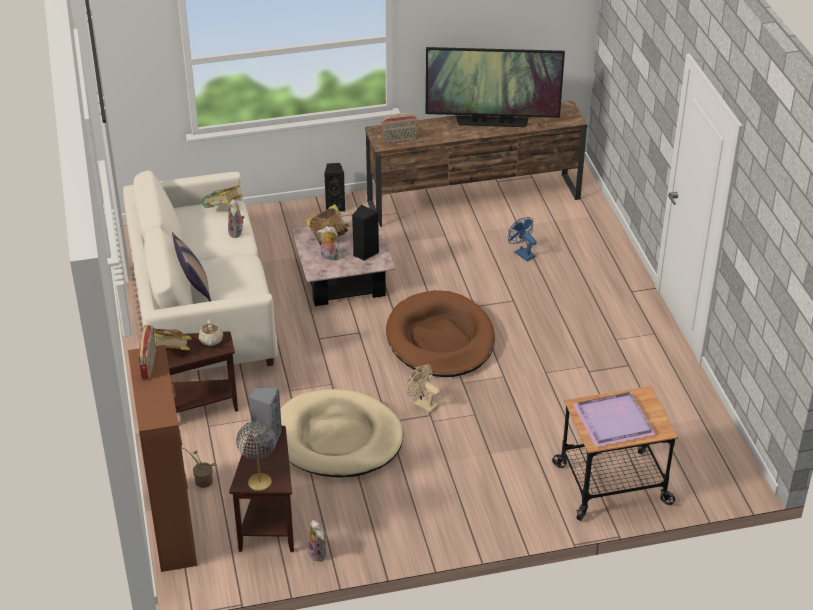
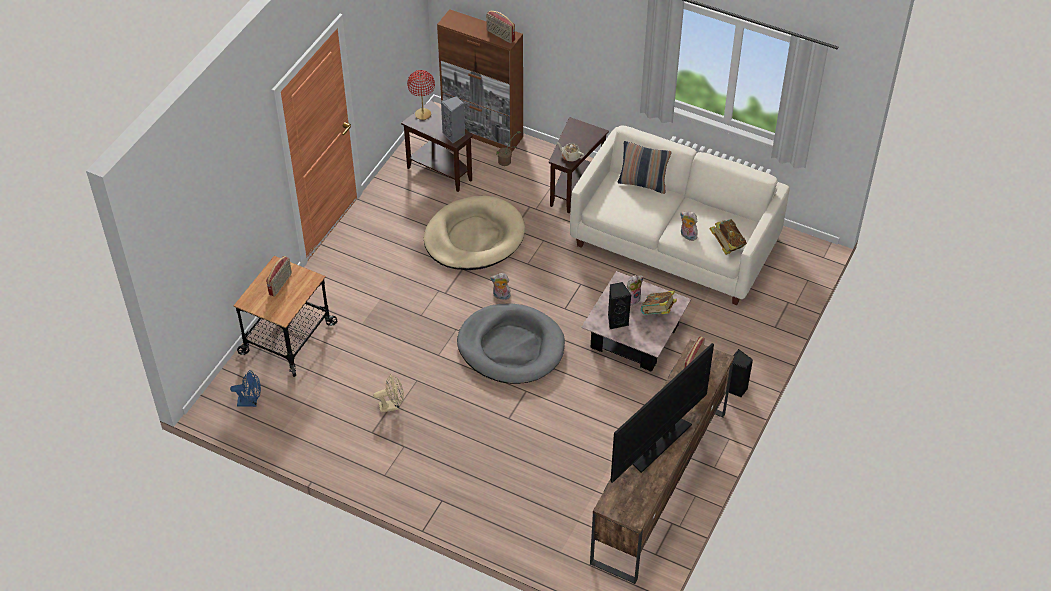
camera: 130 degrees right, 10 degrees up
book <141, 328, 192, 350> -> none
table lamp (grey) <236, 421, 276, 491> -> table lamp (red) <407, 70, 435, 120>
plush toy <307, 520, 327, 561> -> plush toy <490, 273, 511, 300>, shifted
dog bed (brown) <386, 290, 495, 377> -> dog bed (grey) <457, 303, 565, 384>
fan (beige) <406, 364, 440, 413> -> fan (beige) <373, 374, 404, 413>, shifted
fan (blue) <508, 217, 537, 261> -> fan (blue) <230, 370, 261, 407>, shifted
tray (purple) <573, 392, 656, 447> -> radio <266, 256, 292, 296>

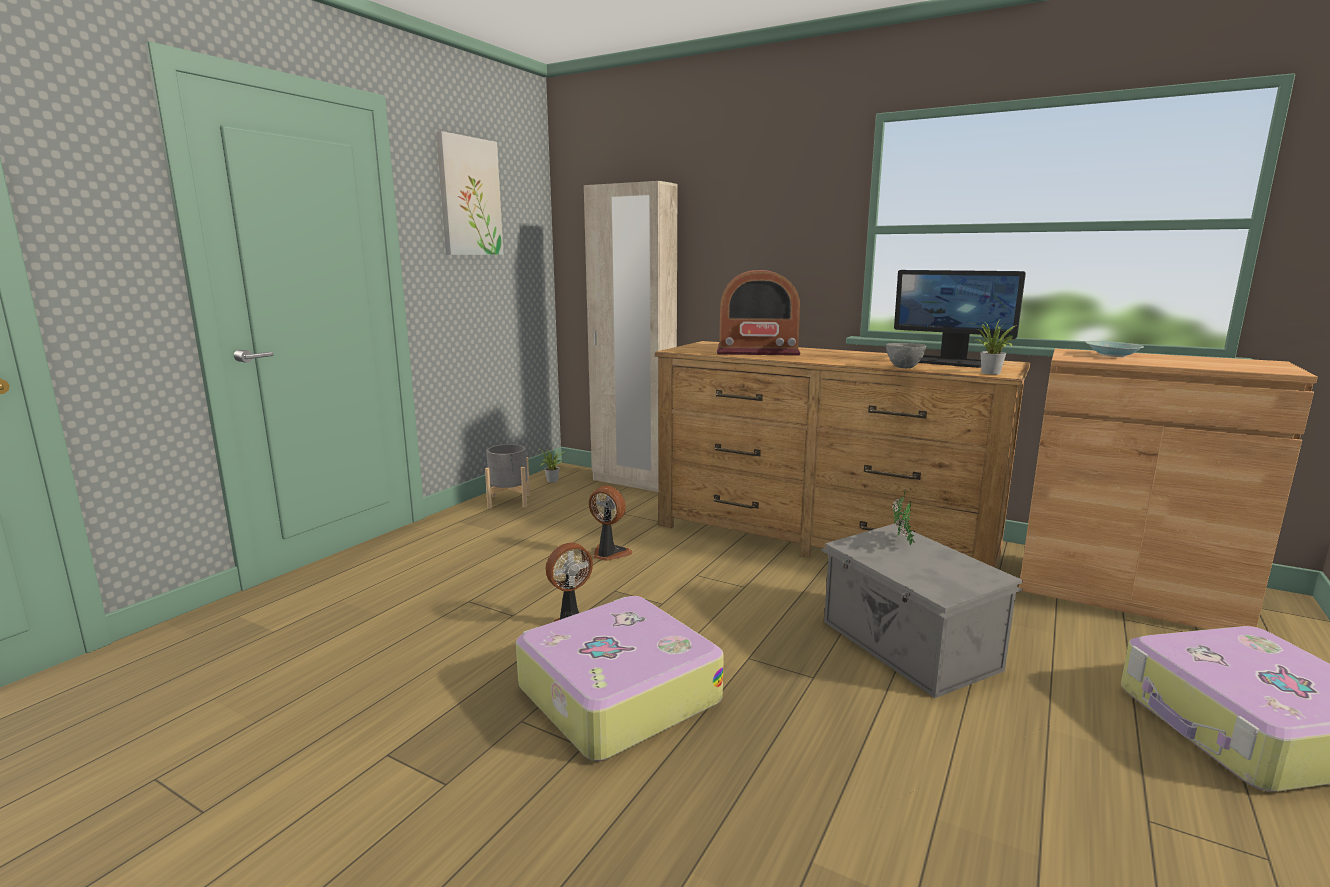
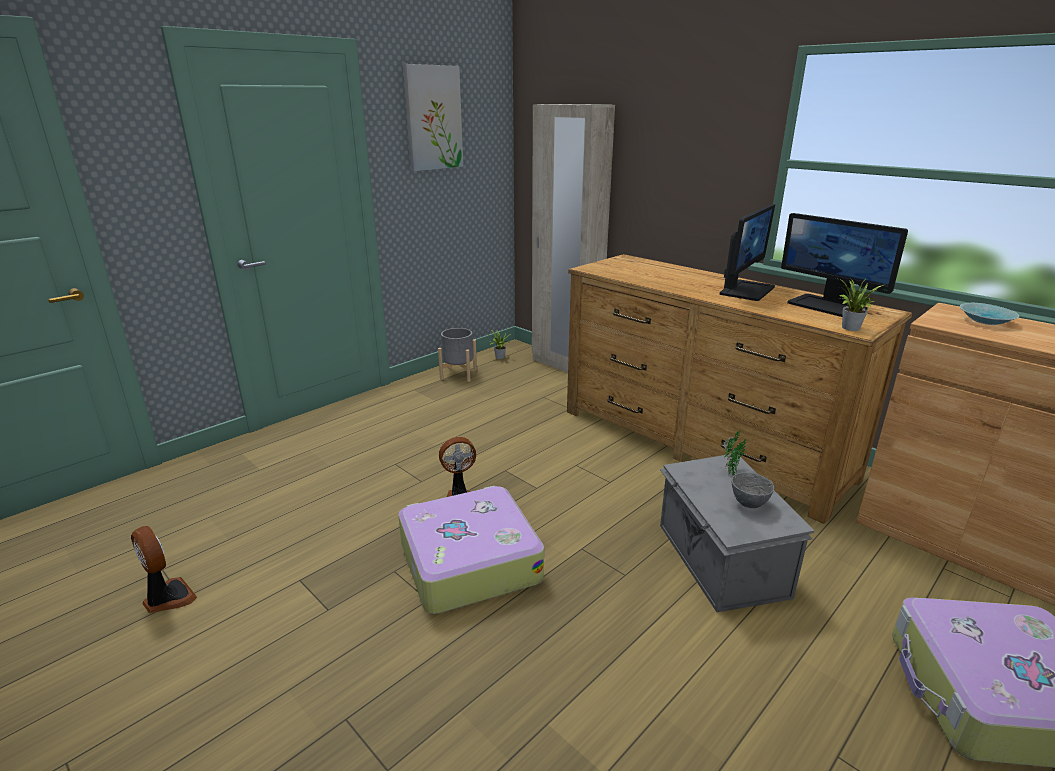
camera: 15 degrees right, 10 degrees up
fan <589, 485, 633, 561> -> fan <131, 526, 197, 613>, shifted
radio <717, 270, 800, 356> -> none
bowl (grey) <886, 343, 926, 368> -> bowl (grey) <732, 472, 774, 508>, shifted
none -> monitor <720, 204, 775, 301>

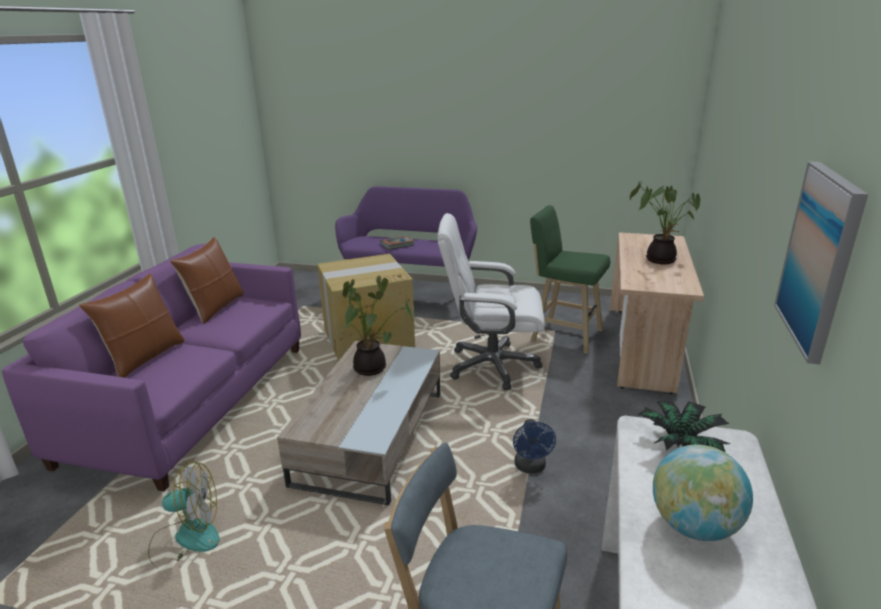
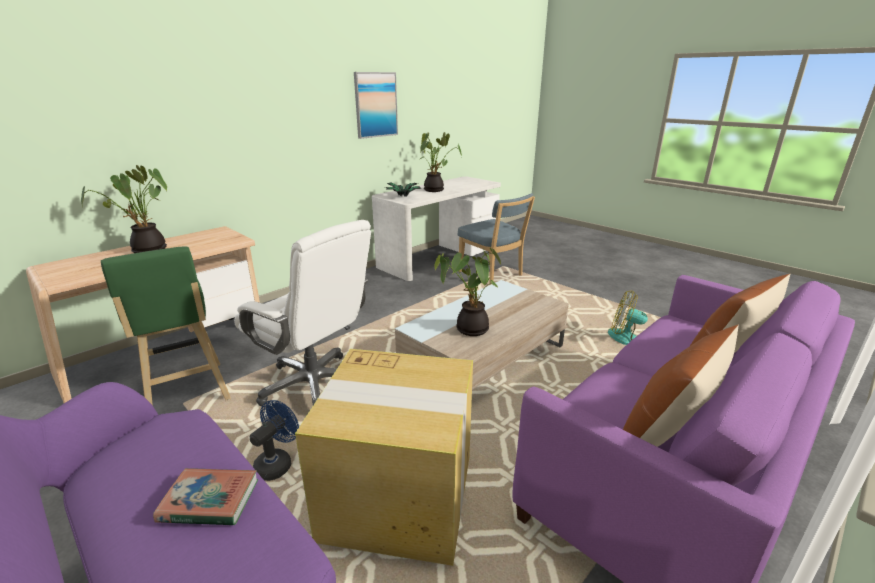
camera: 150 degrees left, 0 degrees up
fan (blue) <513, 419, 556, 473> -> fan (blue) <250, 400, 299, 481>, shifted
globe <653, 445, 753, 541> -> potted plant <419, 132, 462, 192>

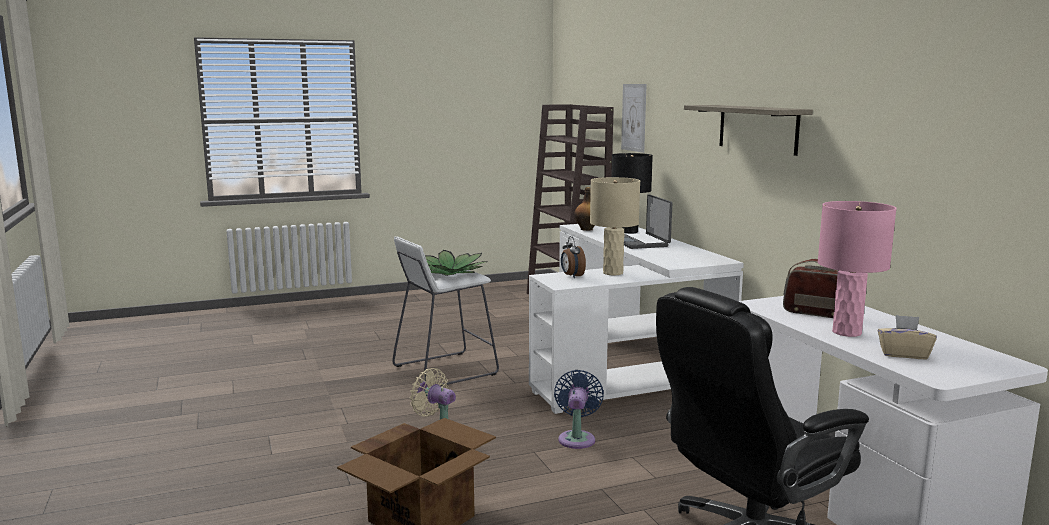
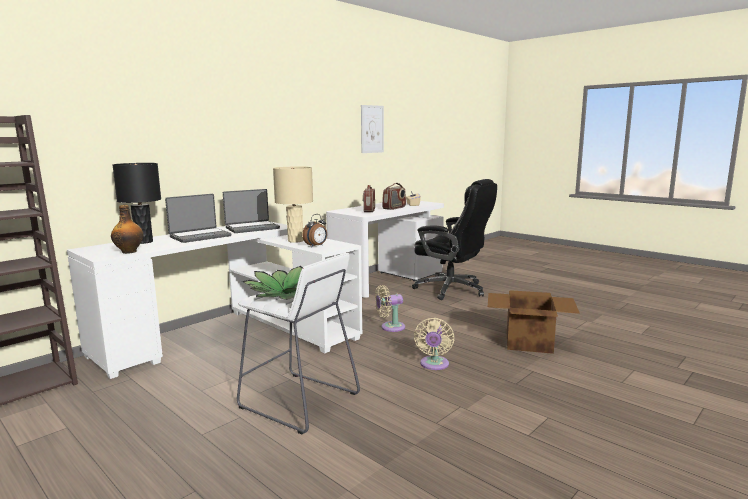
camera: 115 degrees left, 0 degrees up
fan (blue) <554, 370, 604, 449> -> fan (beige) <375, 285, 405, 332>
picture <621, 84, 647, 153> -> picture <361, 105, 384, 153>, shifted
shelf <684, 105, 813, 156> -> none
table lamp (pink) <818, 201, 897, 337> -> radio <382, 183, 406, 210>
none -> laptop <223, 189, 280, 233>

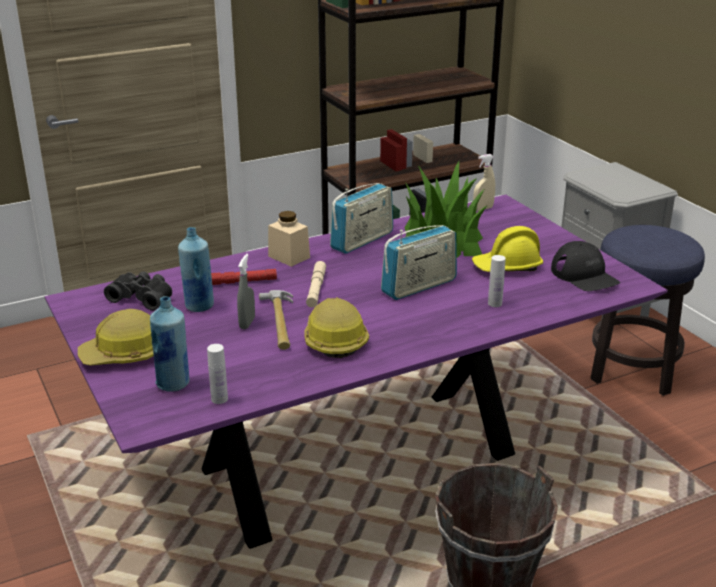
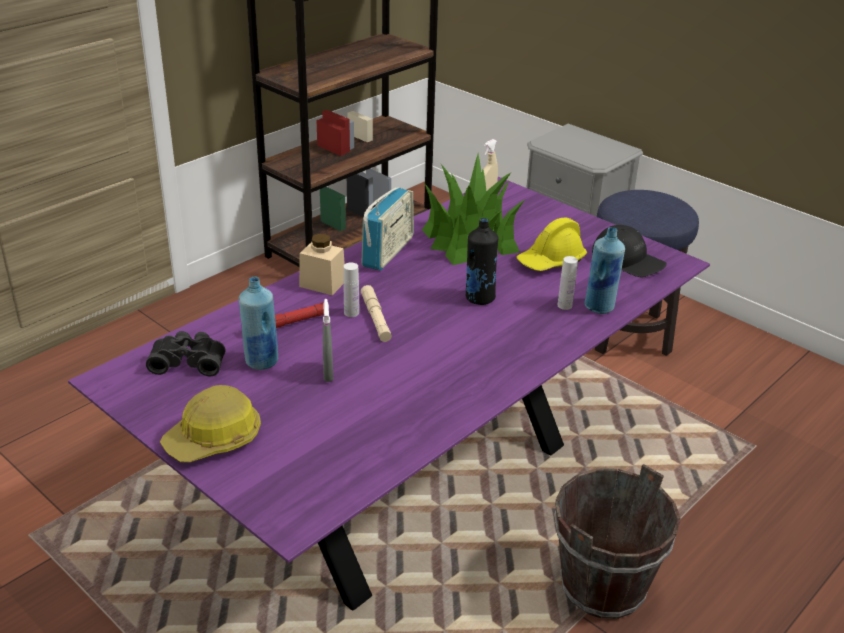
camera: 20 degrees left, 5 degrees up
bottle (blue) <150, 296, 190, 392> -> bottle (blue) <585, 227, 625, 314>, shifted
bottle (white) <207, 344, 228, 404> -> bottle (white) <343, 262, 359, 317>, shifted
hammer <259, 290, 293, 350> -> none
hard hat <305, 297, 369, 358> -> none
radio <381, 225, 457, 300> -> bottle (black) <466, 218, 499, 305>

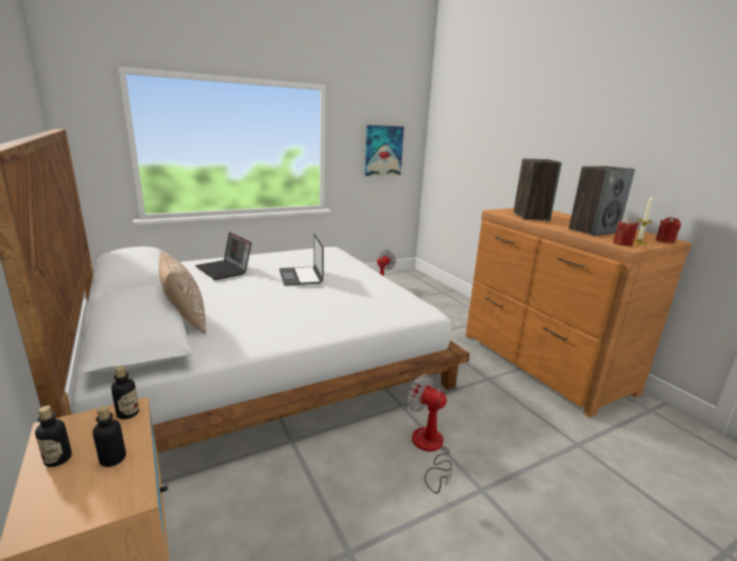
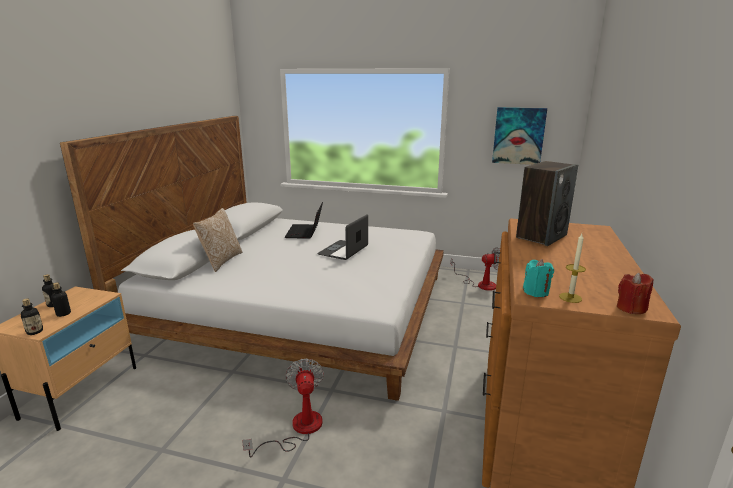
camera: 45 degrees right, 0 degrees up
bottle <111, 366, 139, 419> -> bottle <21, 298, 43, 335>, shifted
speaker <569, 166, 635, 236> -> none
candle (red) <613, 219, 639, 246> -> candle (turquoise) <523, 259, 554, 297>

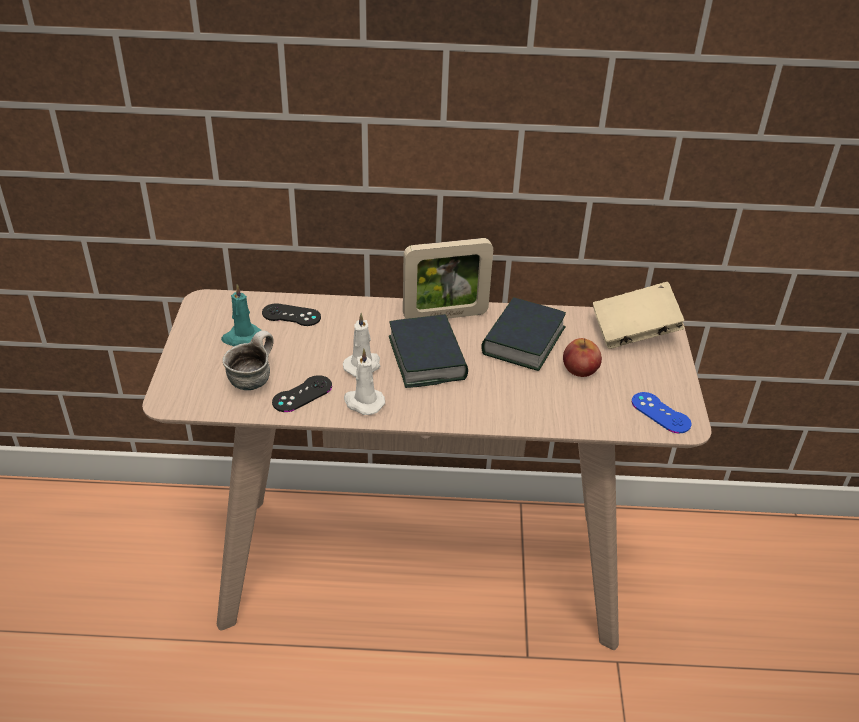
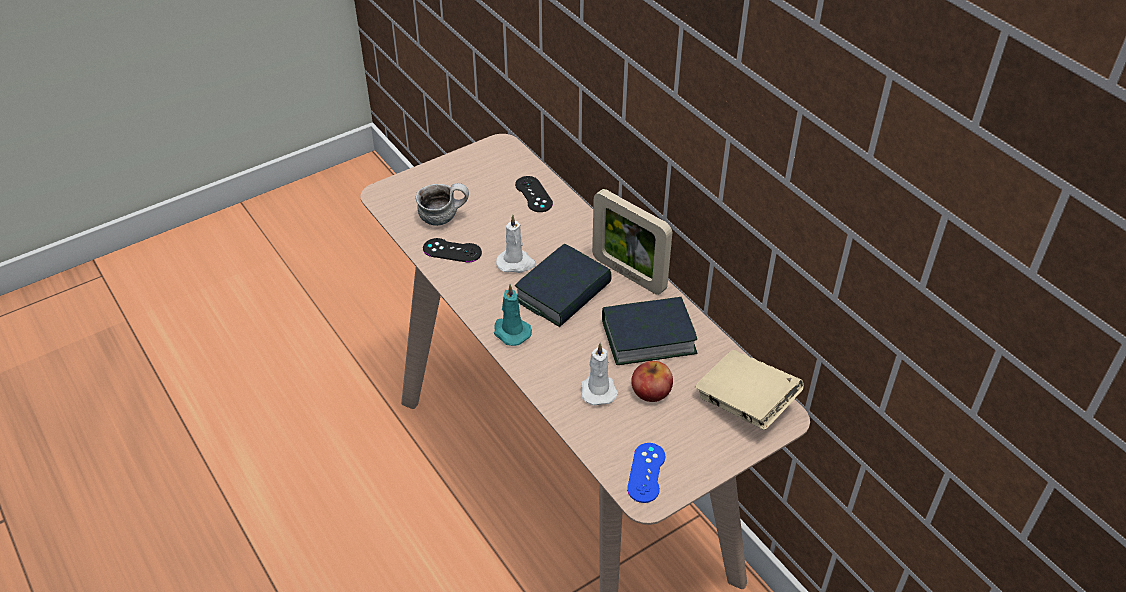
camera: 55 degrees right, 5 degrees up
candle (turquoise) <221, 284, 262, 346> -> candle (turquoise) <494, 284, 532, 346>, shifted
candle (white) <344, 349, 385, 415> -> candle (white) <581, 343, 618, 406>, shifted

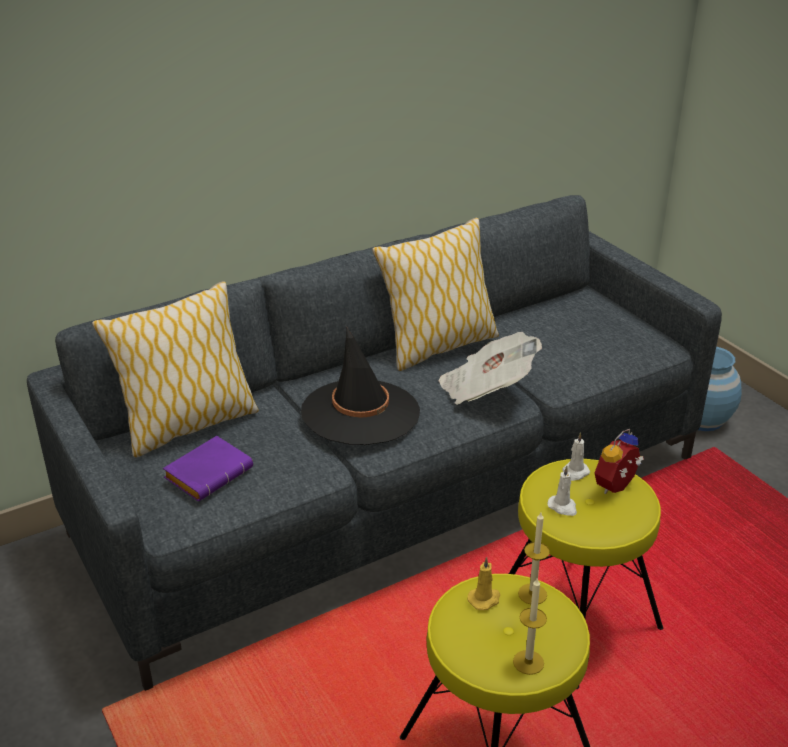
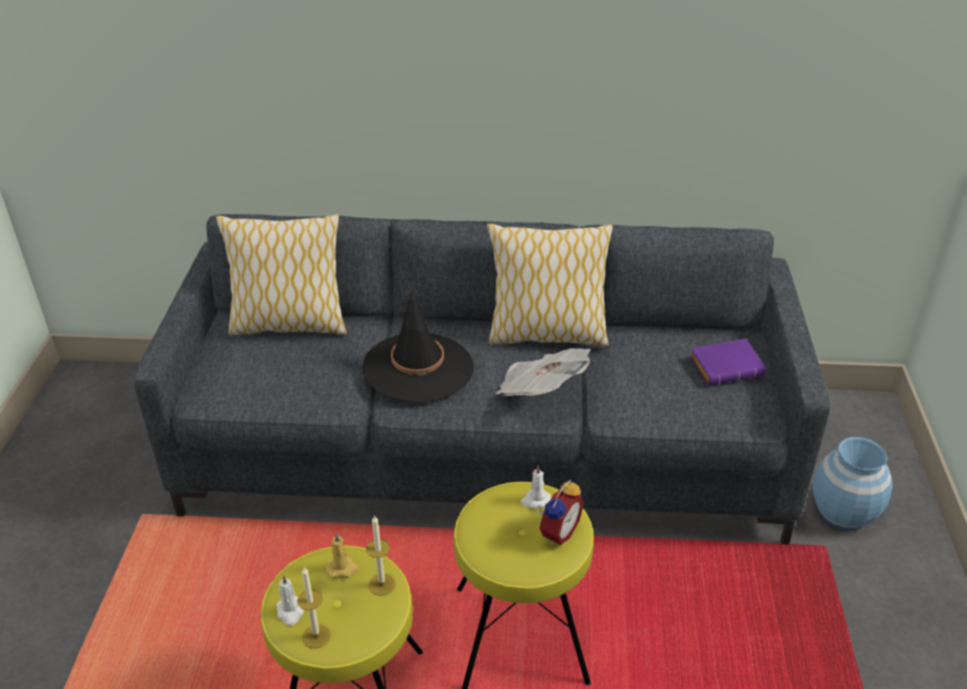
camera: 35 degrees right, 5 degrees up
book (purple) <163, 436, 253, 501> -> book (purple) <689, 339, 766, 386>, shifted
candle (white) <547, 466, 577, 516> -> candle (white) <276, 575, 304, 626>, shifted
alarm clock <595, 429, 644, 494> -> alarm clock <537, 480, 584, 545>, 135 degrees clockwise

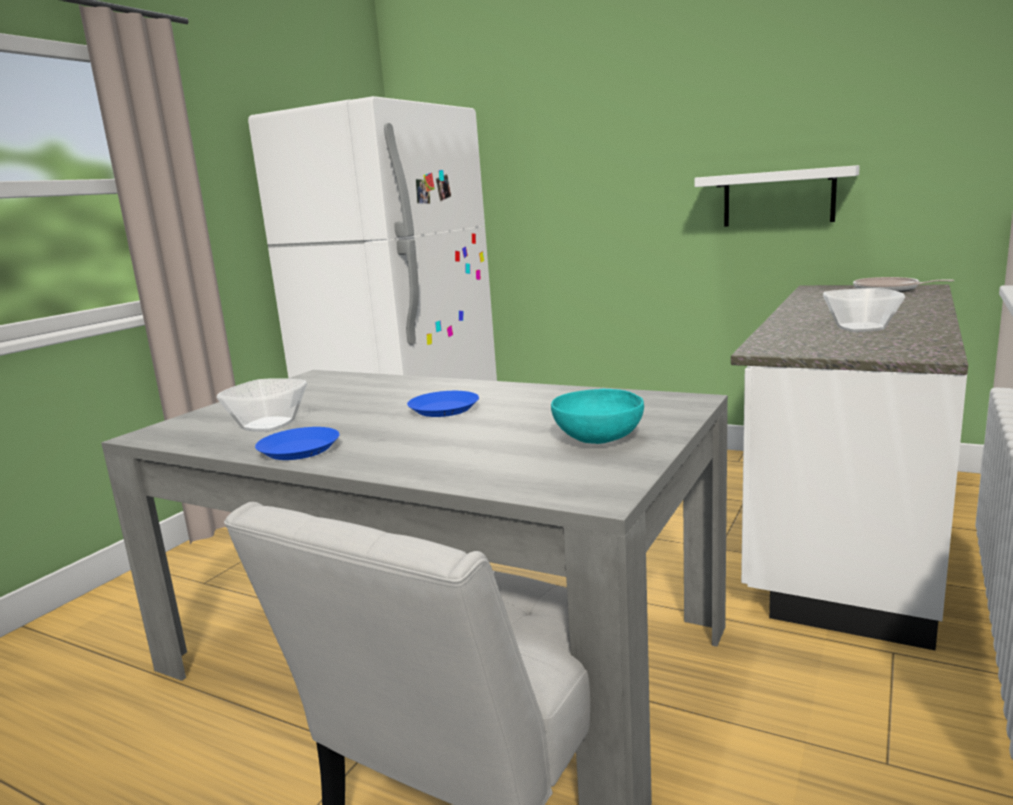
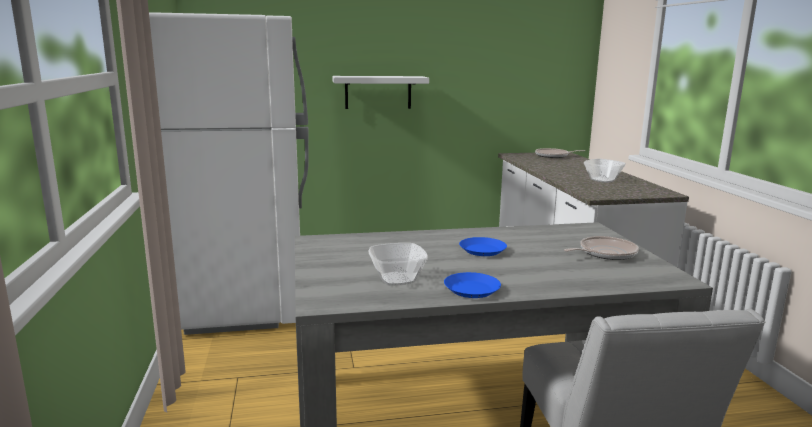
camera: 40 degrees left, 0 degrees up
bowl (turquoise) <551, 389, 644, 444> -> frying pan <564, 236, 639, 260>
shelf (white) <695, 165, 860, 227> -> shelf (white) <333, 76, 429, 109>, shifted

